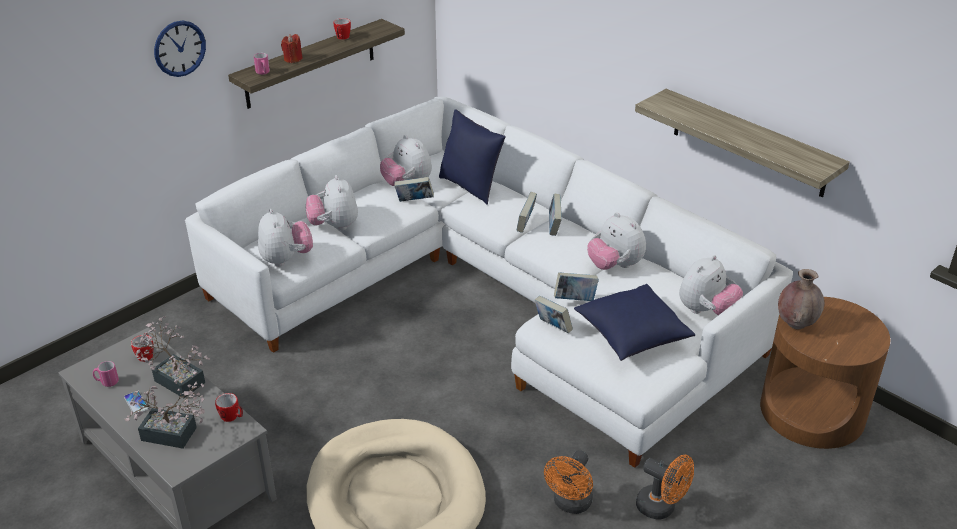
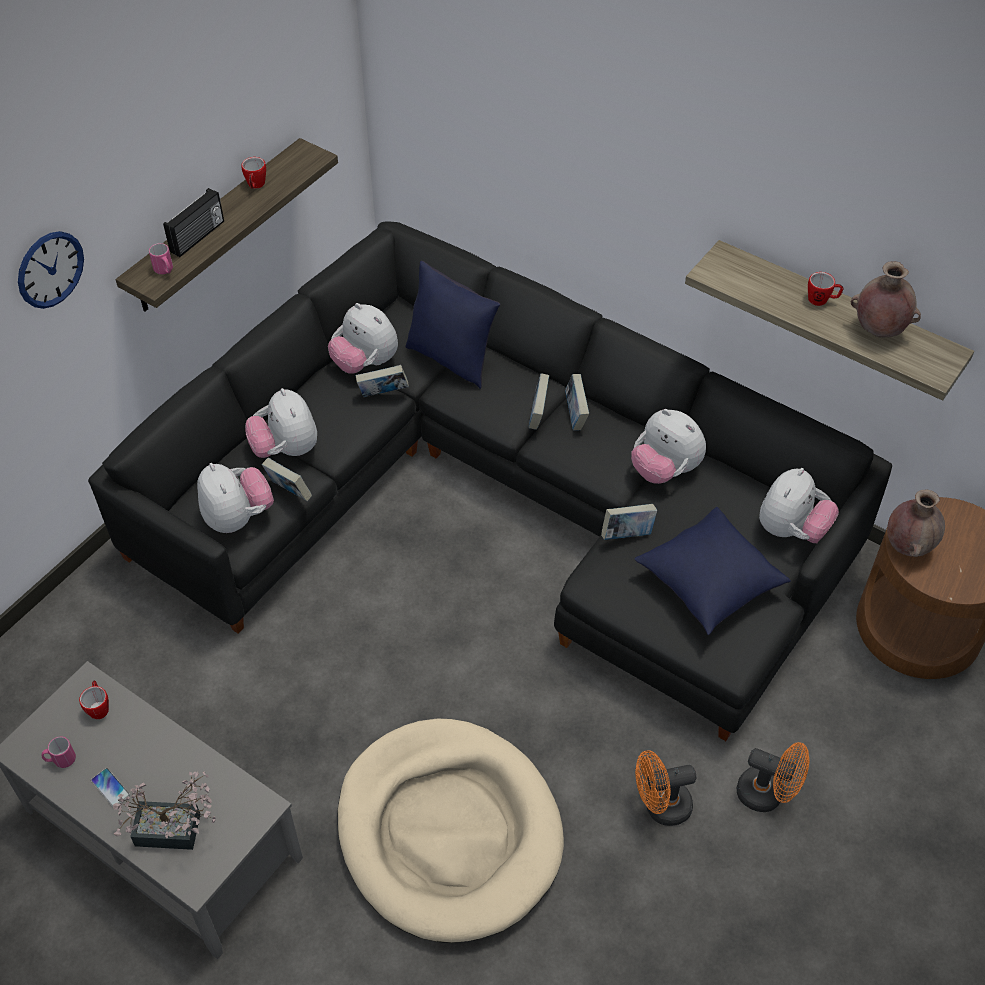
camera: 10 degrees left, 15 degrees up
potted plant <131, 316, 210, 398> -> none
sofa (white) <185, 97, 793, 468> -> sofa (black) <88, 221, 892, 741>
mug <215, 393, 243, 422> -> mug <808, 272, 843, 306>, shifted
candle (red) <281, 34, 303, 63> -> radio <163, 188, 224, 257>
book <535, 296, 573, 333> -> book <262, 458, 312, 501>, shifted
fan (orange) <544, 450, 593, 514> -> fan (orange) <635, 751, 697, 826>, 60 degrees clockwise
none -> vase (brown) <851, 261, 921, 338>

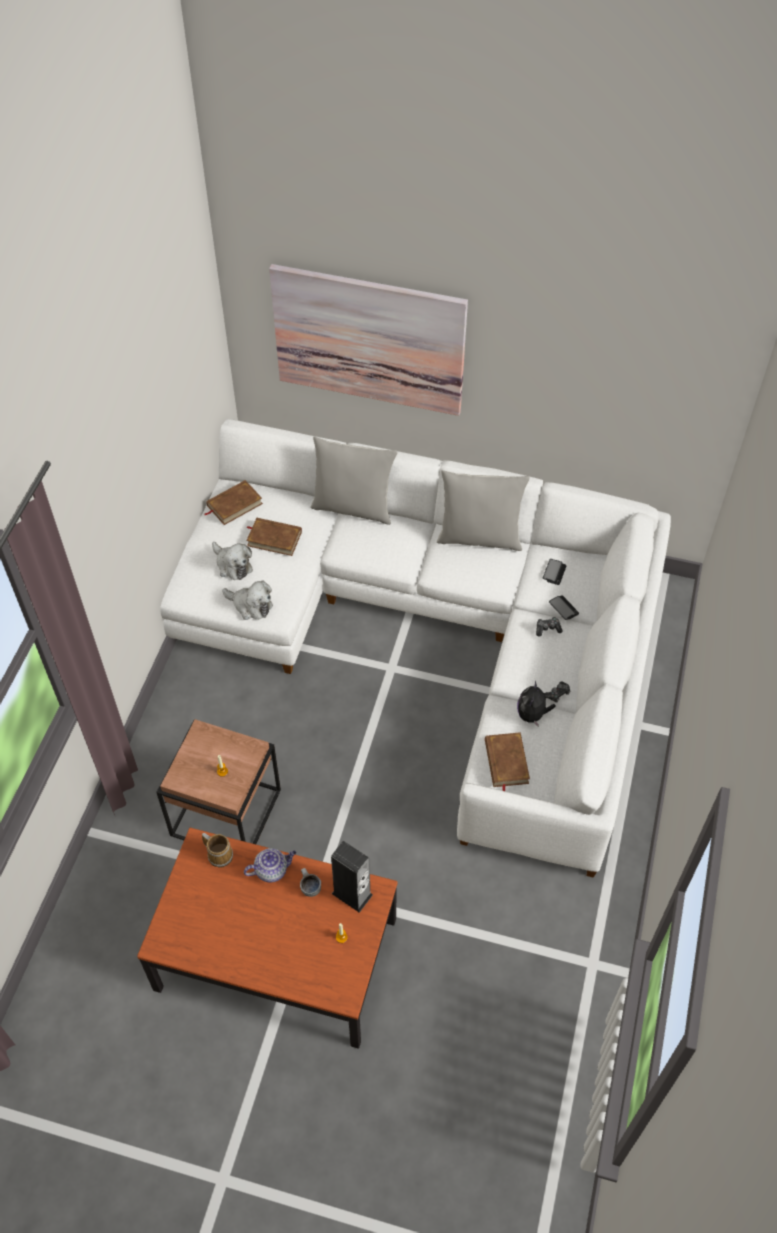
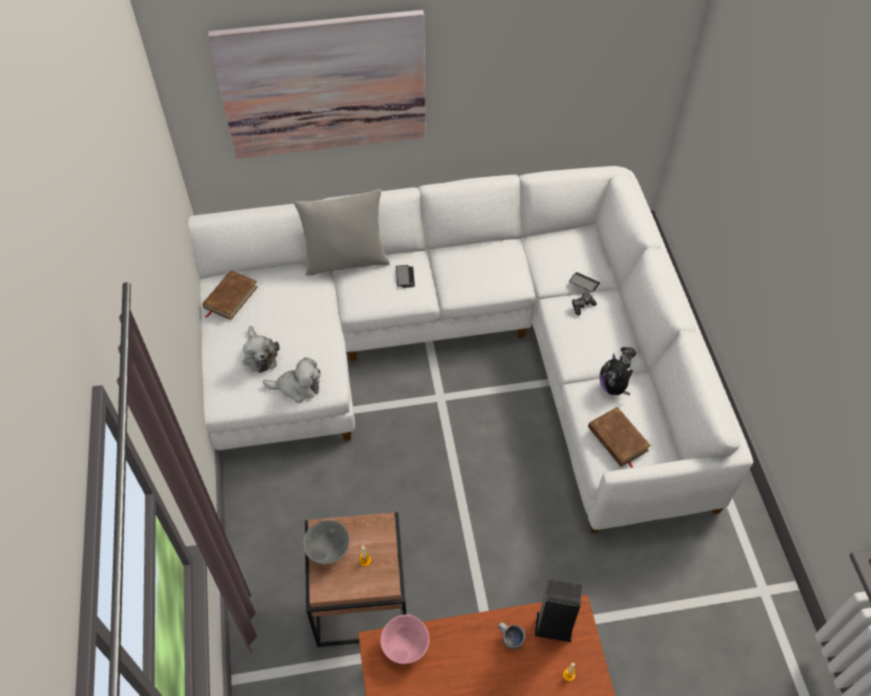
camera: 25 degrees left, 0 degrees up
mug <202, 833, 233, 867> -> bowl (pink) <380, 615, 429, 664>
plush toy <212, 542, 253, 580> -> plush toy <243, 326, 280, 373>, 45 degrees clockwise
teapot <244, 848, 296, 883> -> none
book (brown) <246, 518, 302, 556> -> none
pillow (grey) <437, 470, 530, 551> -> none
phone <543, 559, 567, 585> -> phone <396, 265, 415, 288>, shifted
none -> bowl (grey) <303, 520, 350, 564>

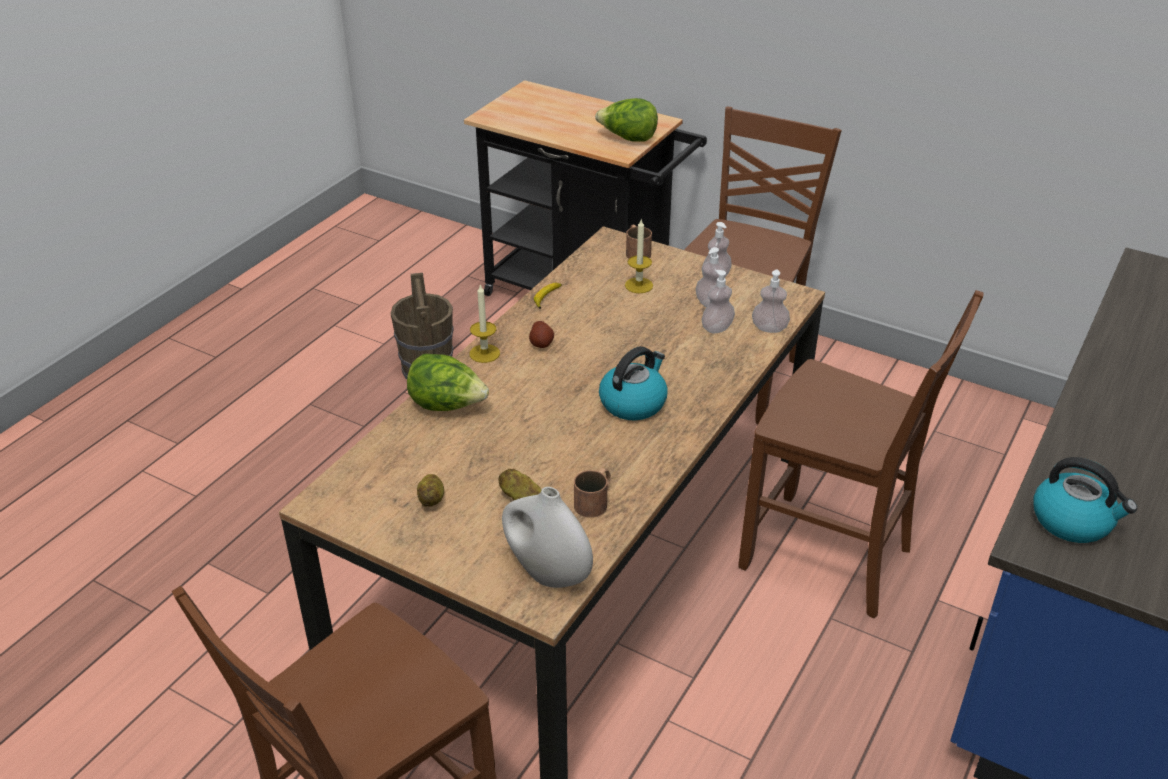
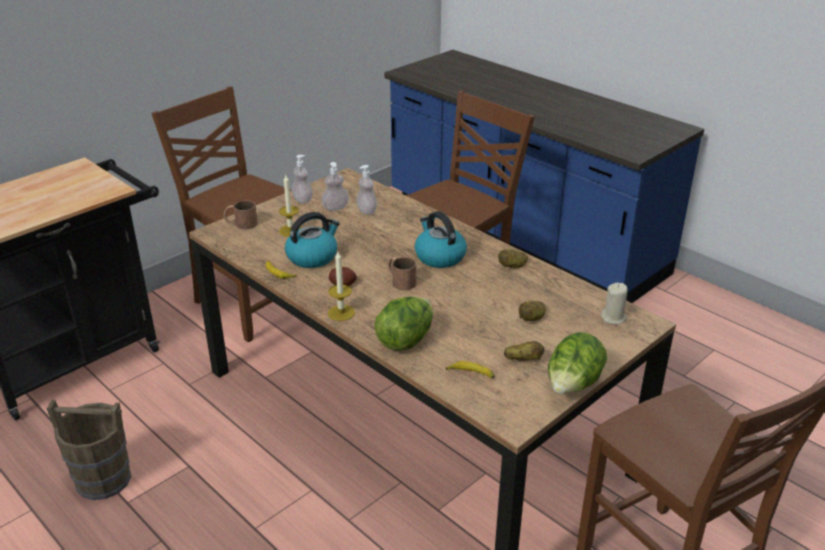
camera: 75 degrees left, 5 degrees down
vase (white) <502, 487, 593, 588> -> candle (beige) <601, 283, 628, 324>
mug (brown) <574, 468, 611, 518> -> mug (brown) <388, 257, 416, 290>, shifted
lettuce <595, 98, 658, 142> -> lettuce <548, 332, 607, 394>, shifted
soap dispenser <752, 269, 790, 333> -> none
kettle <1033, 457, 1137, 543> -> kettle <285, 212, 340, 268>, shifted
none -> banana <446, 361, 494, 378>
none -> potato <498, 249, 528, 268>

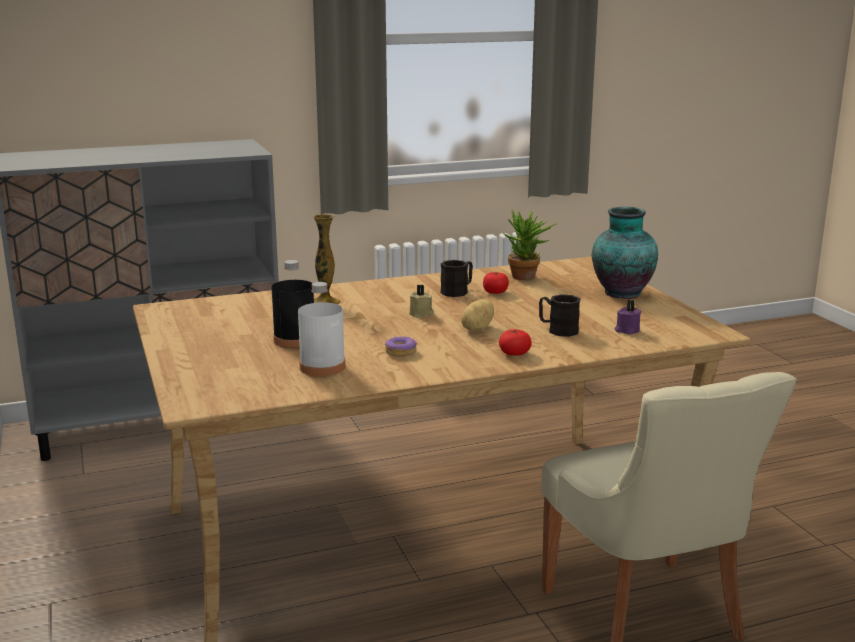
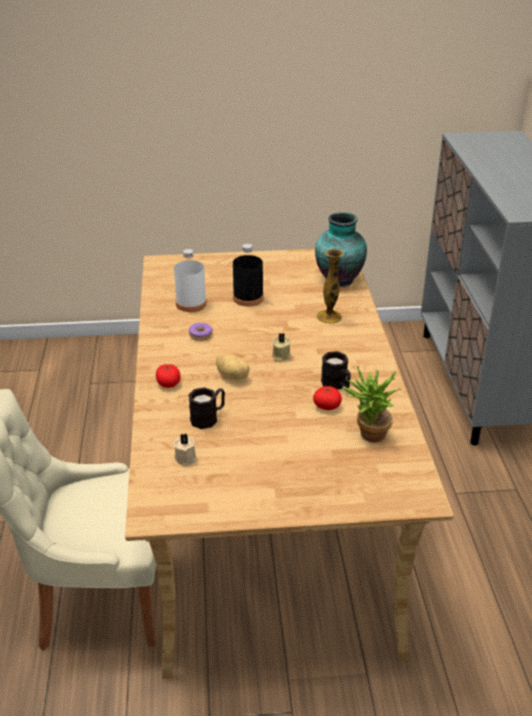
camera: 105 degrees right, 15 degrees up
vase <592, 207, 658, 299> -> vase <315, 212, 367, 286>, shifted
candle (purple) <614, 300, 641, 334> -> candle (beige) <173, 433, 197, 466>

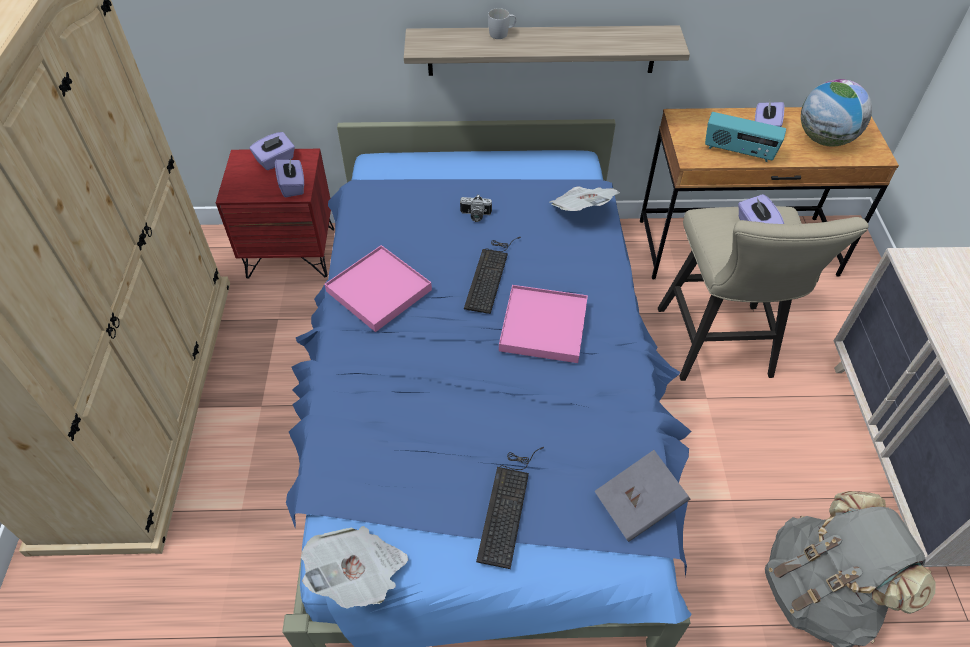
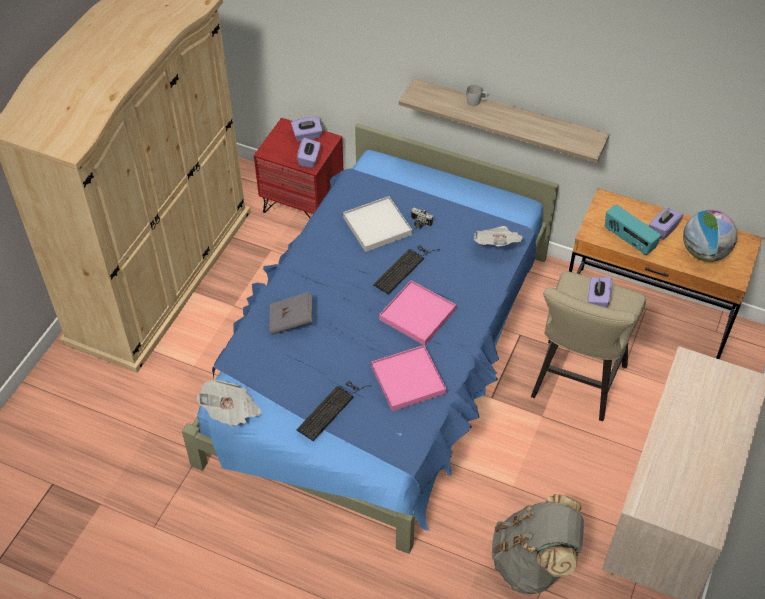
camera: 25 degrees right, 0 degrees up
tray (pink) <325, 245, 432, 332> -> tray (pink) <371, 345, 447, 411>, shifted
book (grey) <595, 450, 690, 542> -> book (grey) <269, 292, 312, 335>, shifted
none -> tray (white) <343, 196, 412, 252>

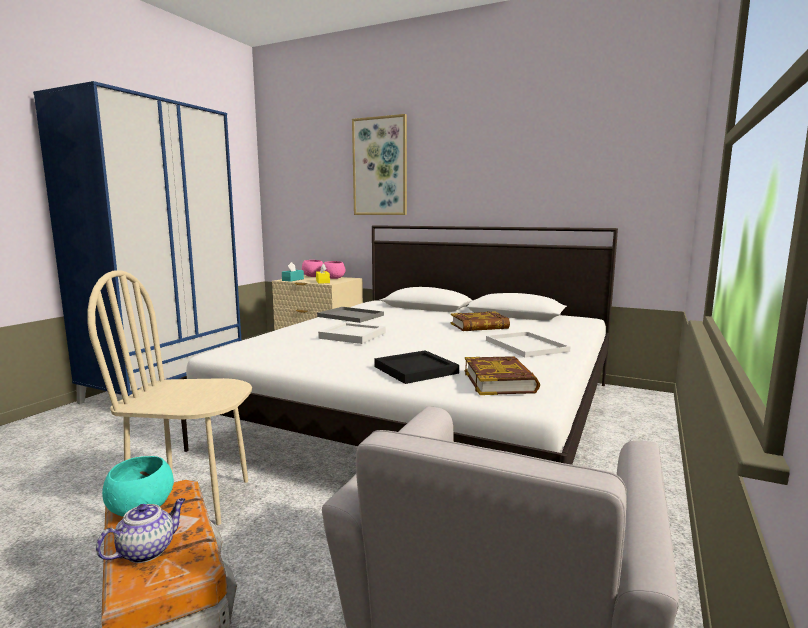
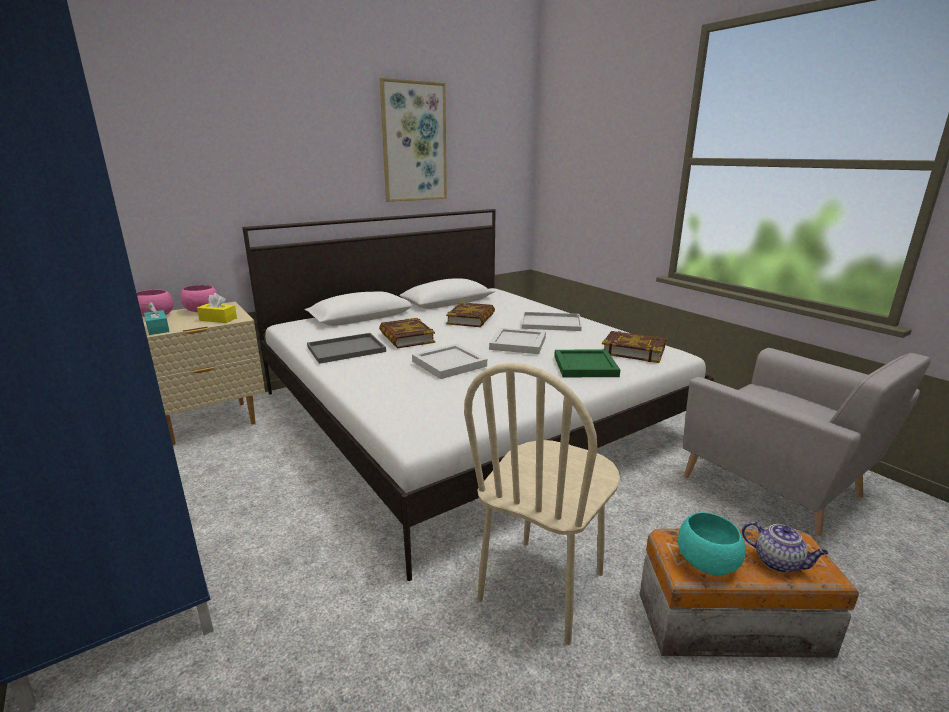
camera: 60 degrees left, 10 degrees up
teapot <96, 498, 186, 563> -> teapot <742, 521, 828, 573>, 150 degrees clockwise
picture <352, 114, 407, 215> -> picture <379, 78, 447, 202>, shifted
tray (black) <374, 350, 459, 384> -> tray (green) <554, 350, 620, 377>
none -> book <379, 318, 435, 348>
none -> tray (white) <489, 328, 546, 354>

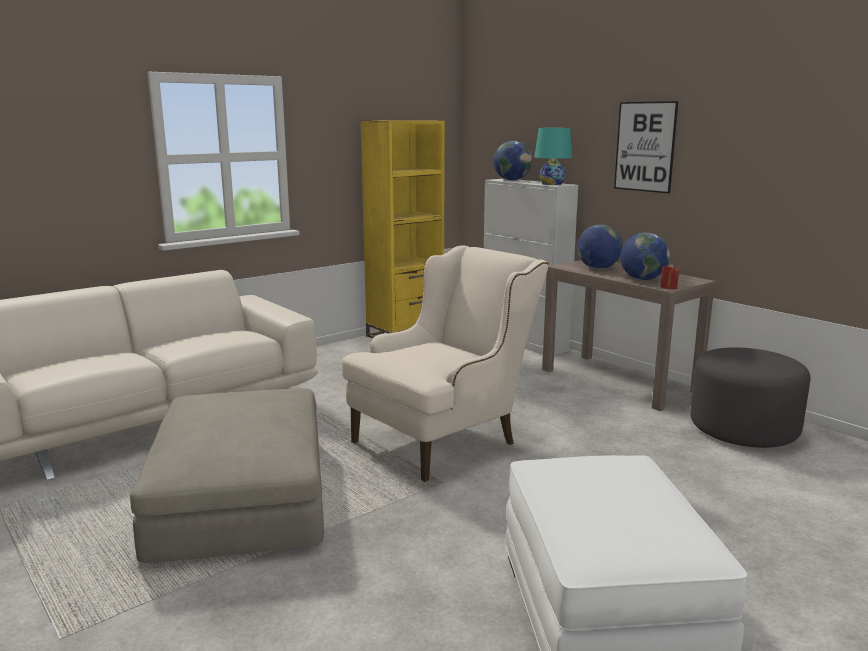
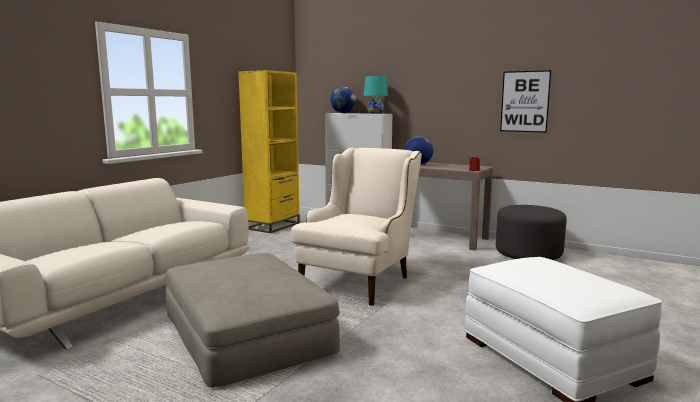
camera: 20 degrees left, 5 degrees down
picture <614, 101, 678, 194> -> picture <500, 70, 551, 133>, shifted
globe <620, 232, 670, 280> -> none

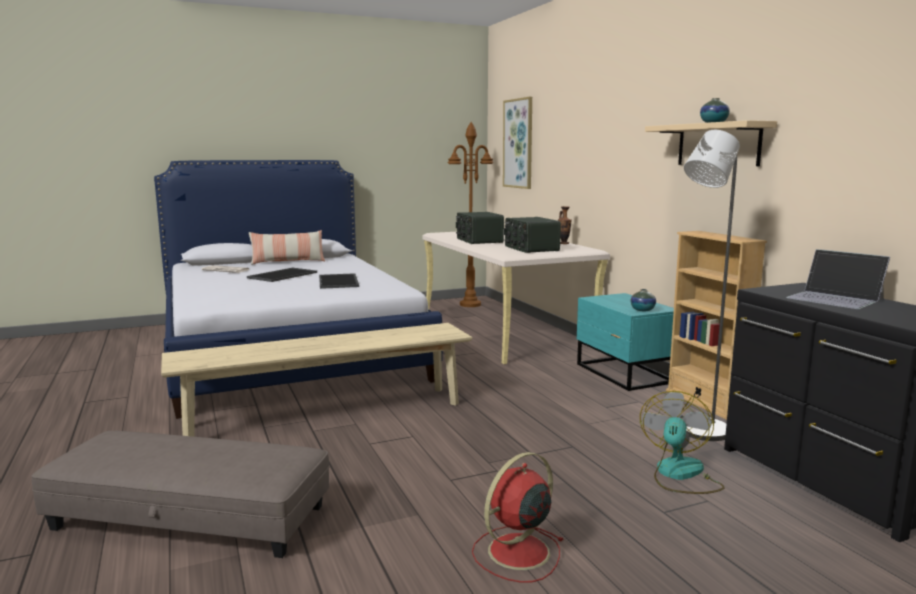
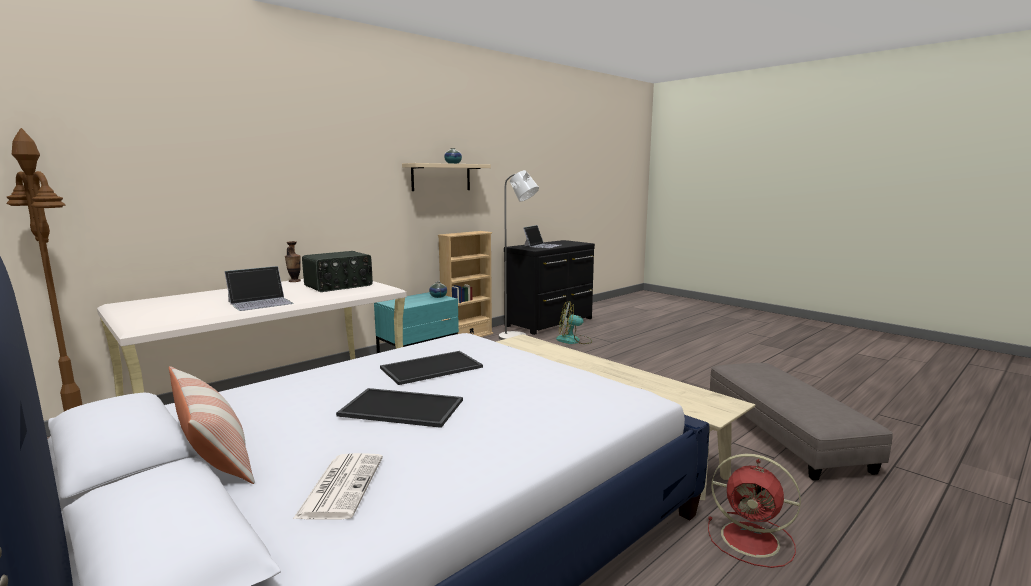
camera: 110 degrees left, 0 degrees up
radio <456, 212, 504, 244> -> laptop <224, 266, 293, 311>
fan (red) <472, 452, 564, 583> -> fan (red) <708, 454, 801, 568>, shifted
picture <503, 97, 532, 189> -> none

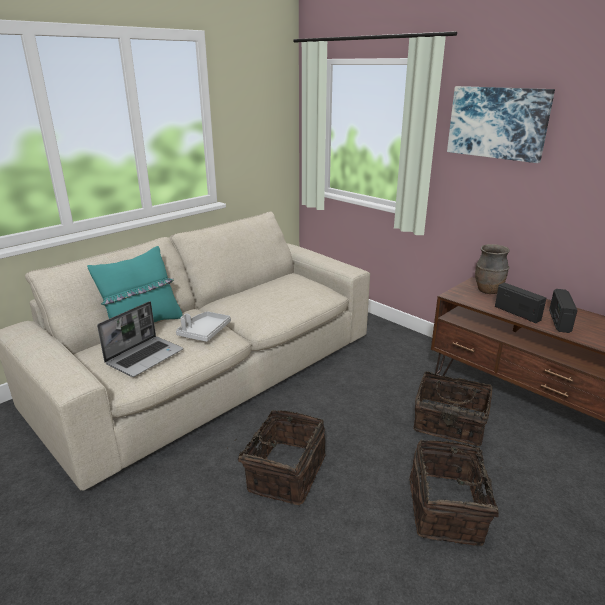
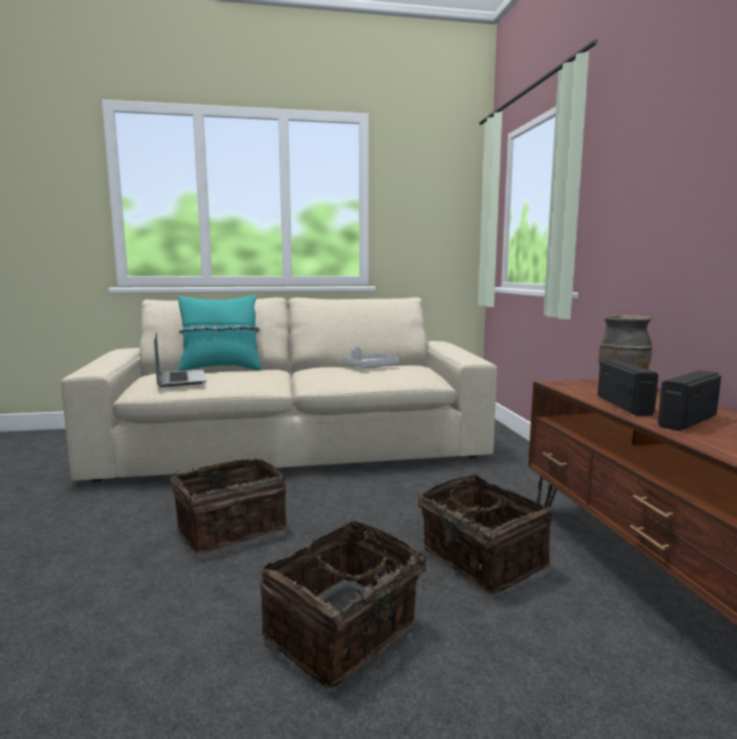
camera: 35 degrees right, 15 degrees down
laptop <97, 301, 183, 377> -> laptop <154, 332, 207, 387>, 90 degrees counterclockwise
tray (grey) <176, 311, 231, 342> -> tray (grey) <343, 347, 400, 368>, shifted
picture <447, 86, 555, 163> -> none

